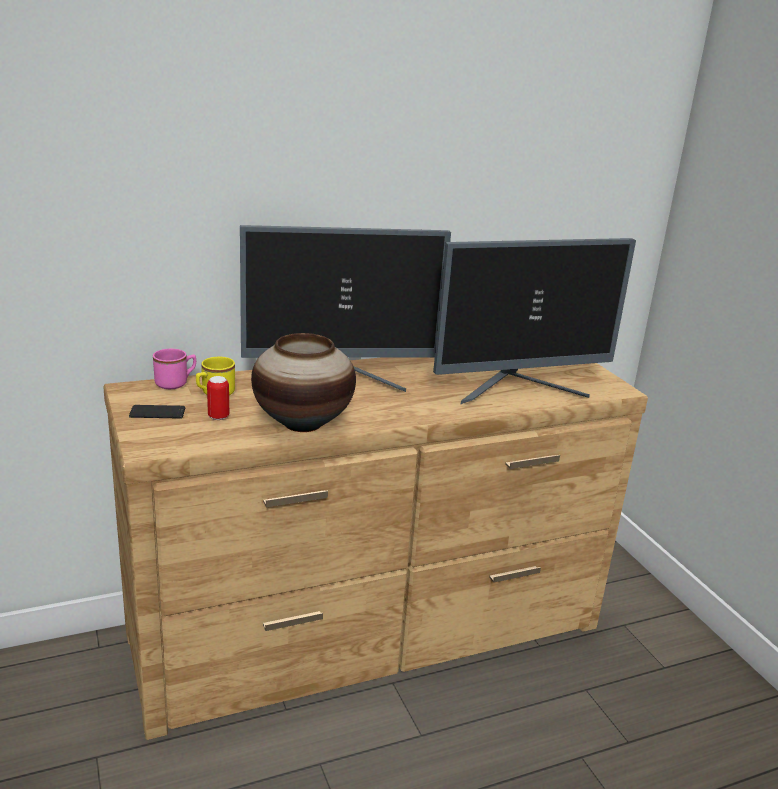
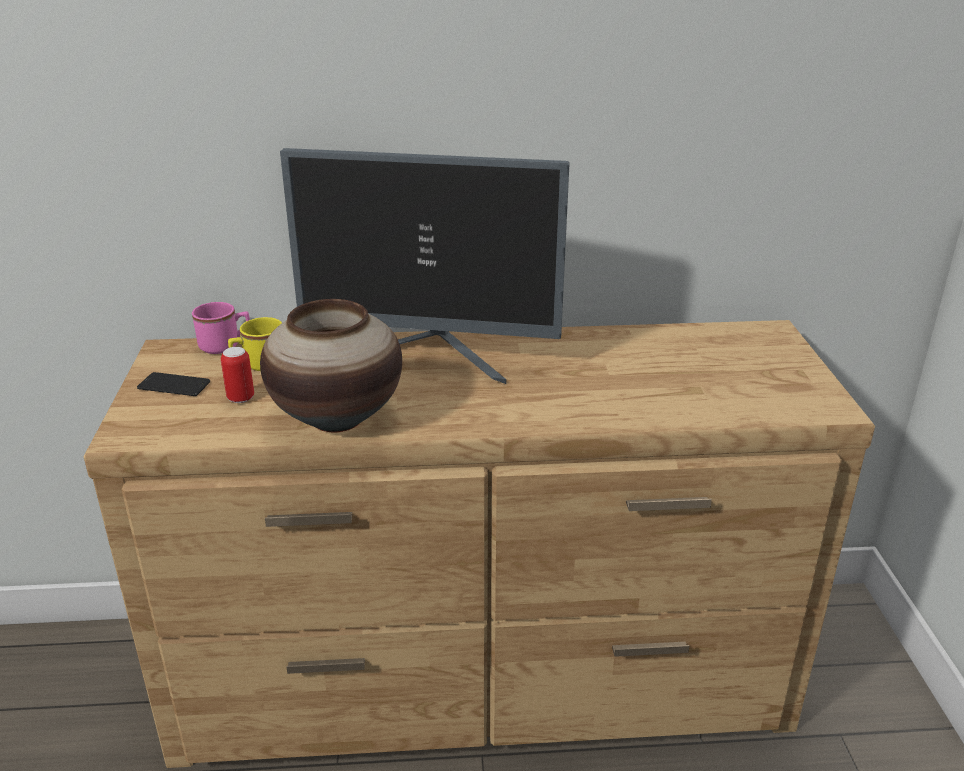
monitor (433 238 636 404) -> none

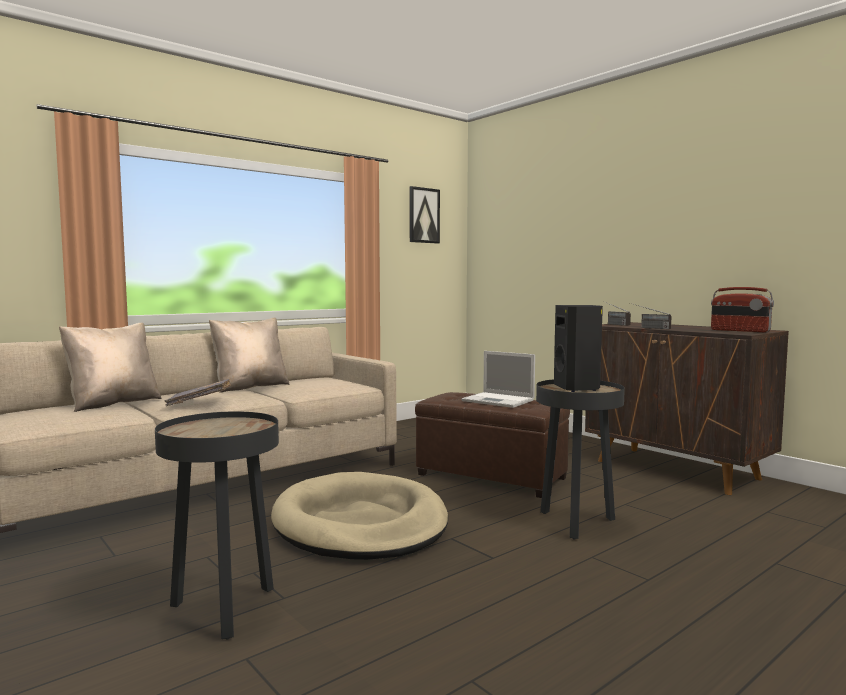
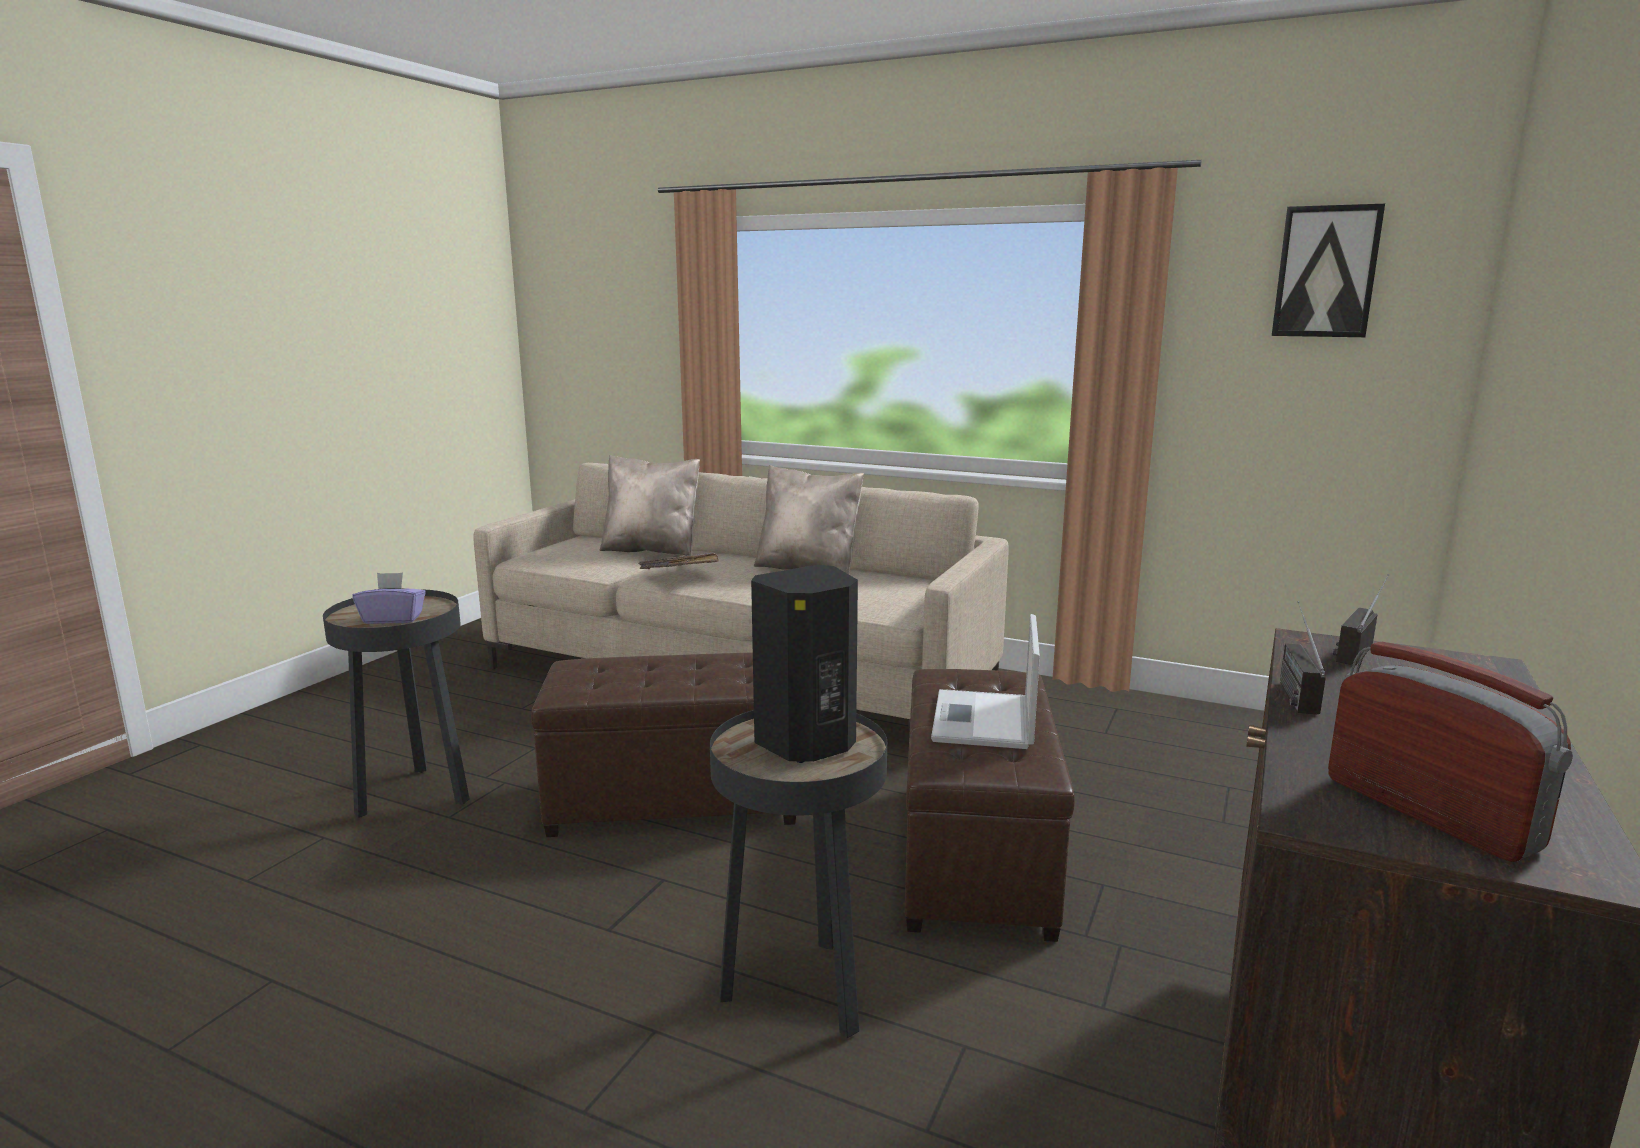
none -> purple_tissue_box (352 572 426 624)
beige_dog_bed (271 472 448 560) -> brown_ottoman (531 653 796 837)
radio (711 287 774 332) -> radio (1328 642 1573 862), 135 degrees clockwise

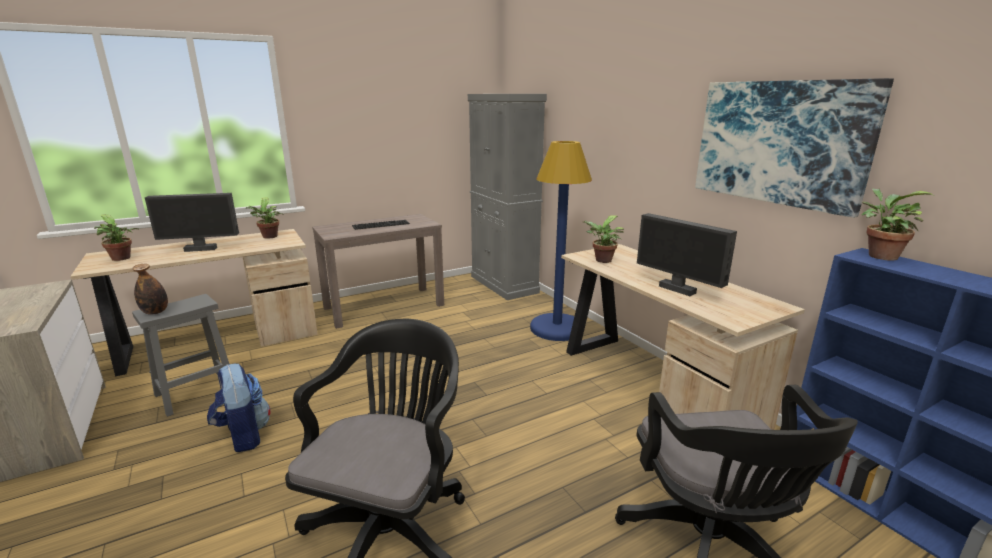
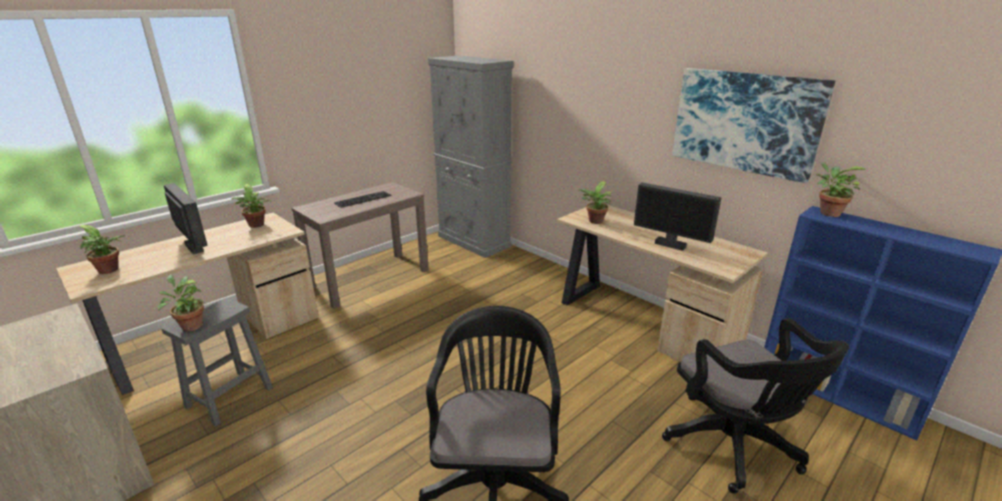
backpack (207 364 271 452) -> none
blue_floor_lamp (530 141 592 341) -> none
bottle (132 264 168 315) -> potted_plant (157 275 205 331)
monitor (145 193 239 252) -> monitor (164 183 208 254), 105 degrees counterclockwise

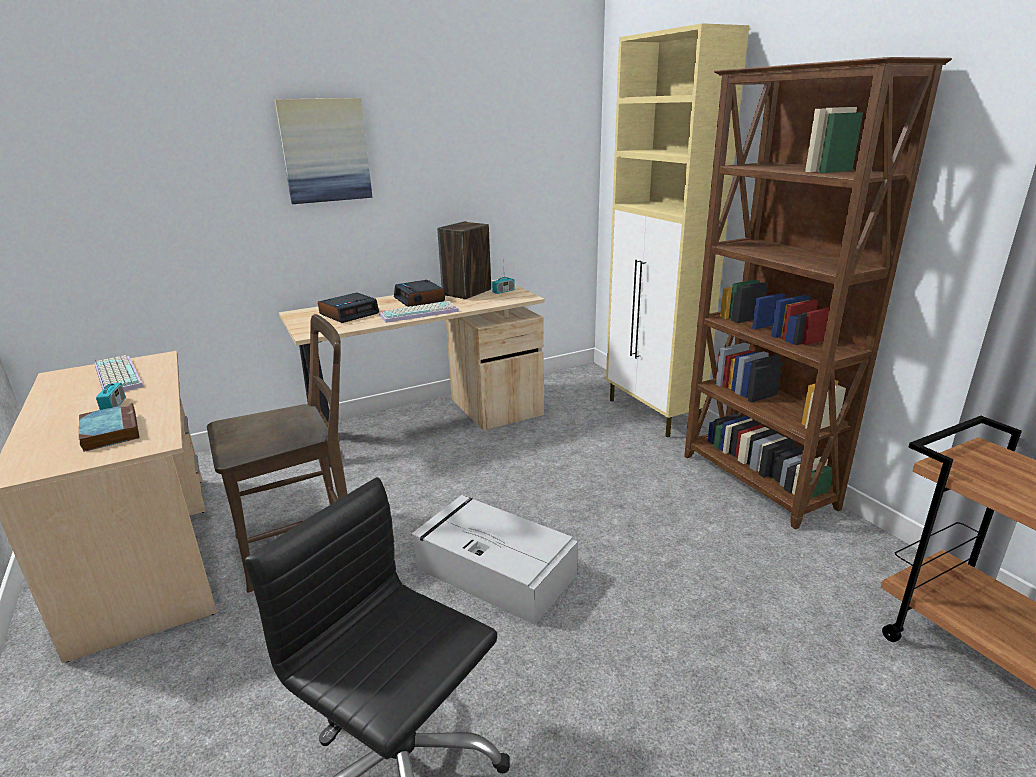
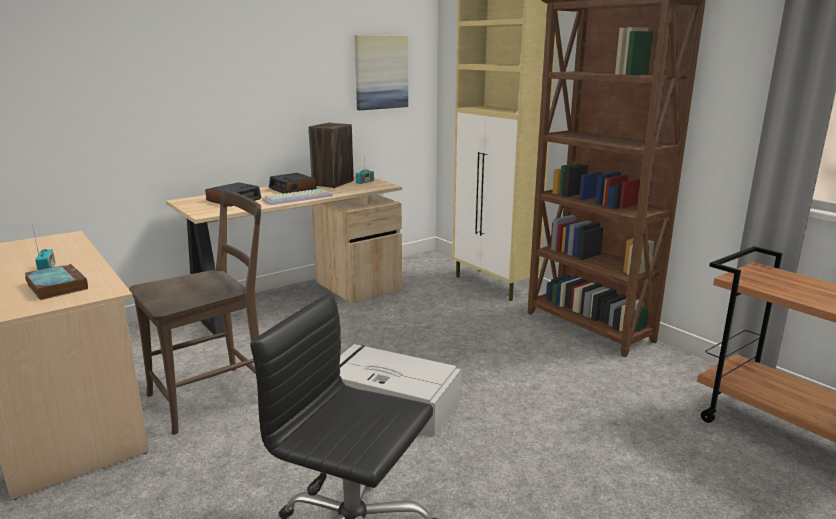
keyboard (95 355 144 391) -> none
picture (274 98 372 204) -> picture (355 35 408 110), relocated

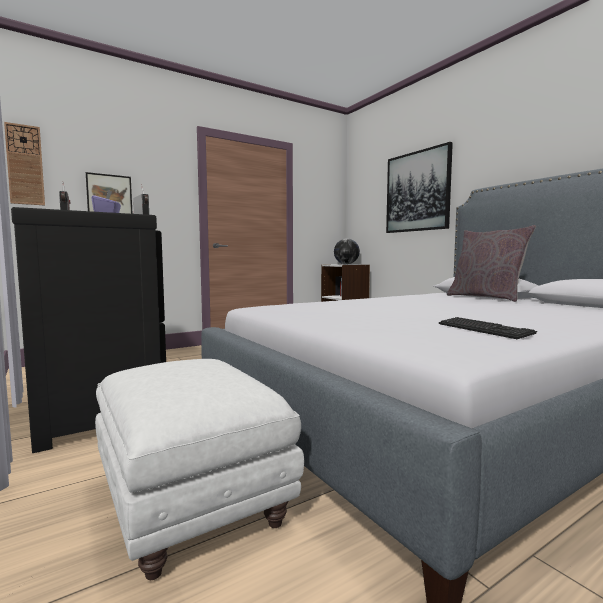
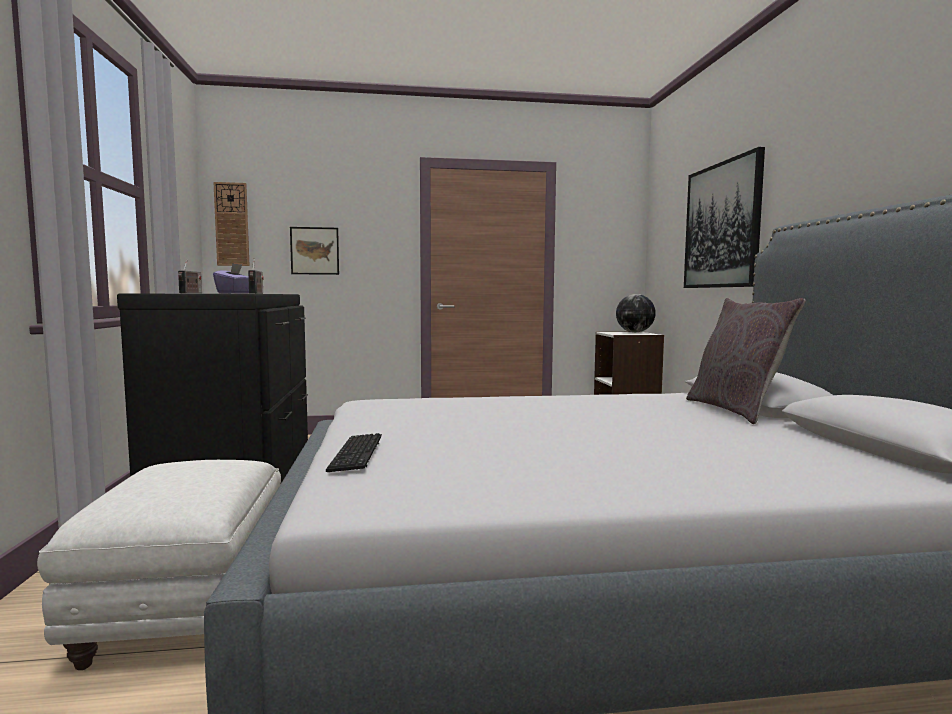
keyboard (439 317 537 339) -> keyboard (326 433 382 472), relocated

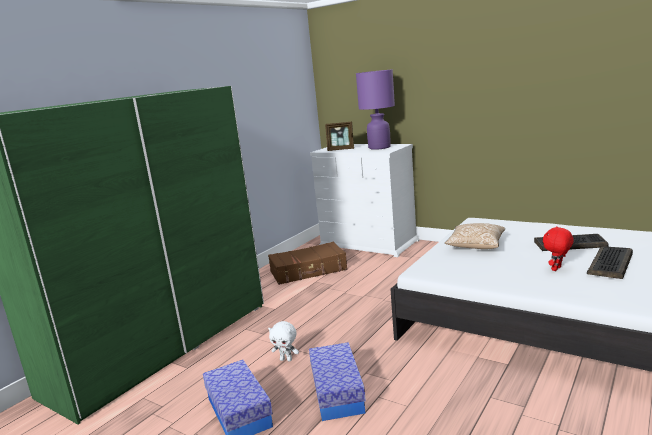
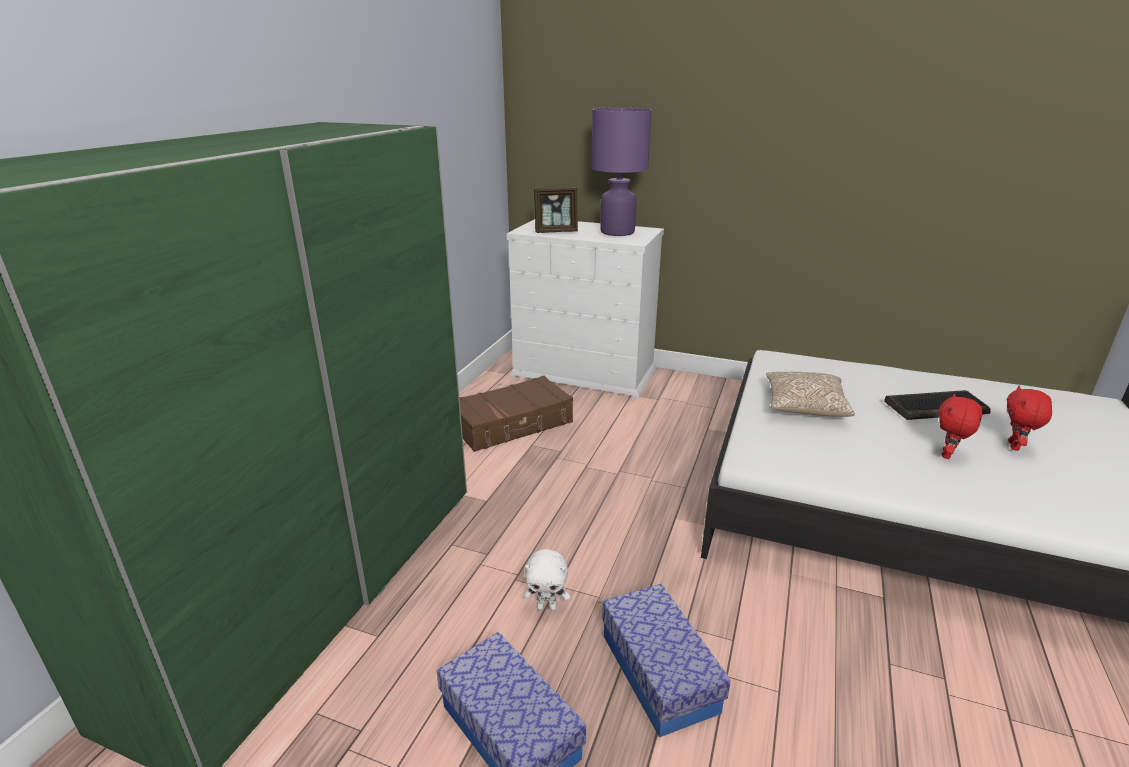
keyboard (587 246 633 279) -> red_plush_toy (1007 386 1052 451)

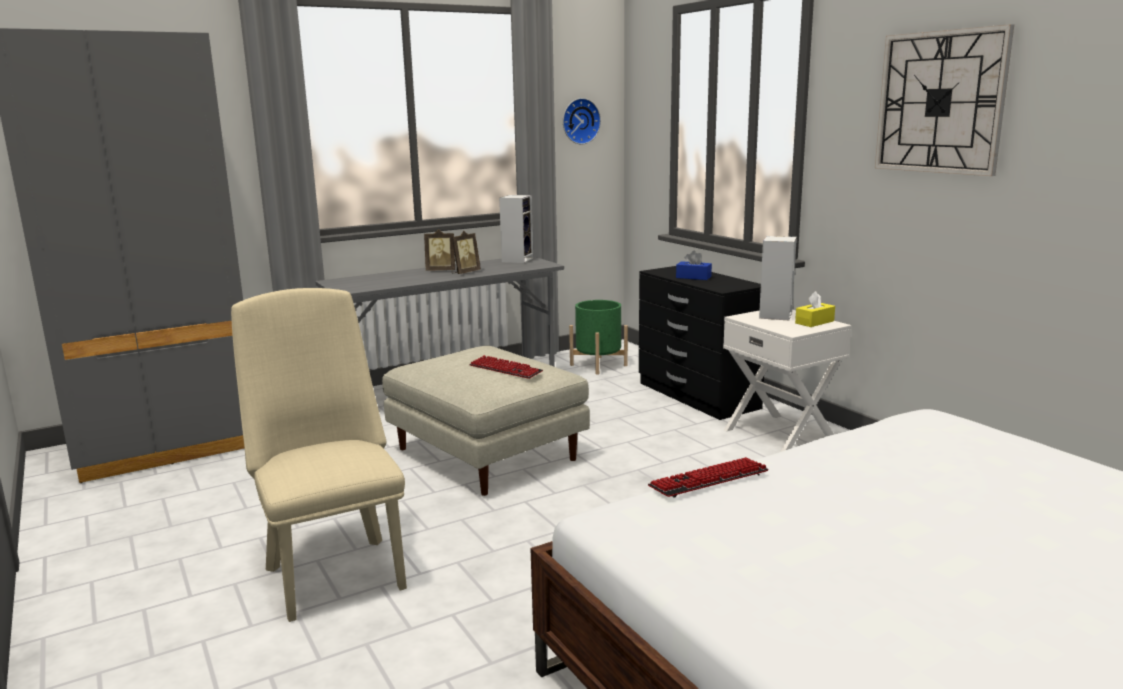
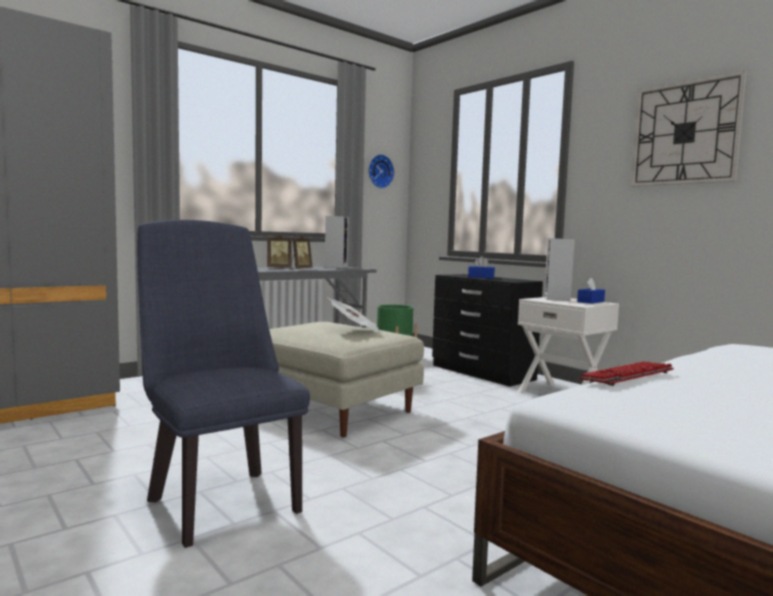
keyboard (469 355 543 379) -> newspaper (327 297 382 333)
beige_chair (231 288 407 622) -> blue_chair (137 220 310 548)
yellow_tissue_box (795 291 835 327) -> blue_tissue_box (577 277 605 304)

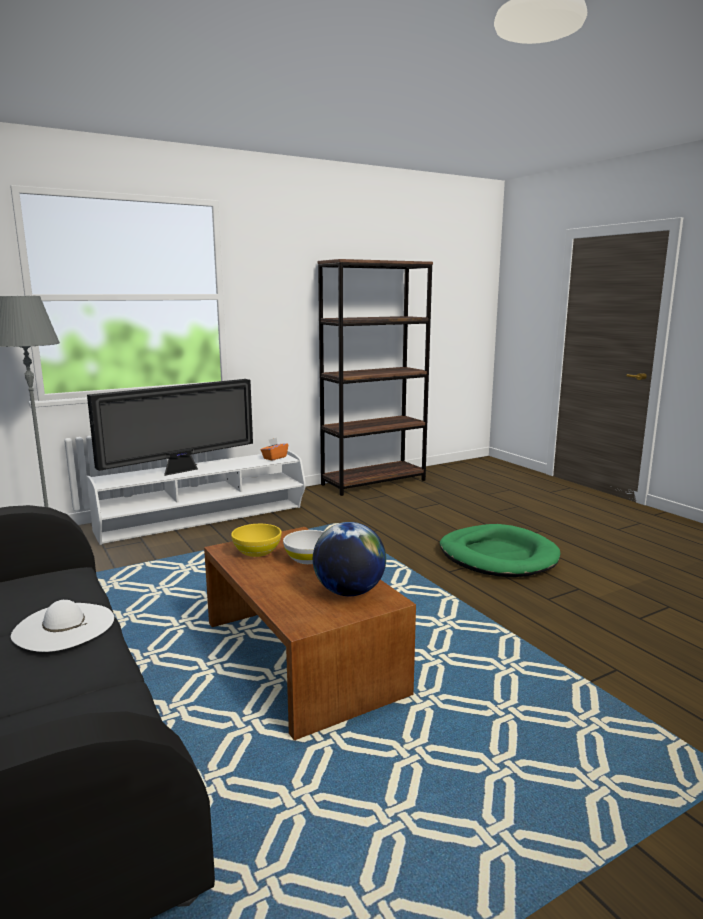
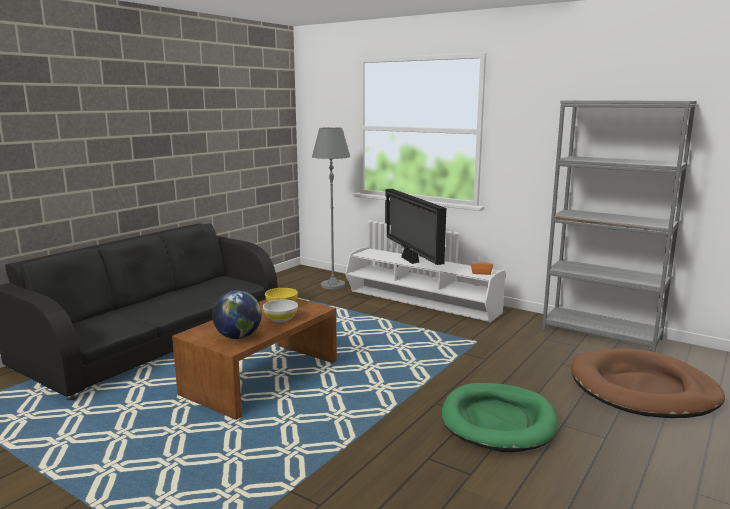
white_hat (11 600 114 652) -> none
none -> brown_dog_bed (571 349 725 418)
brown_bookcase (317 259 433 496) -> grey_bookcase (542 100 697 352)
television (87 379 253 476) -> television (385 189 446 265), 45 degrees clockwise

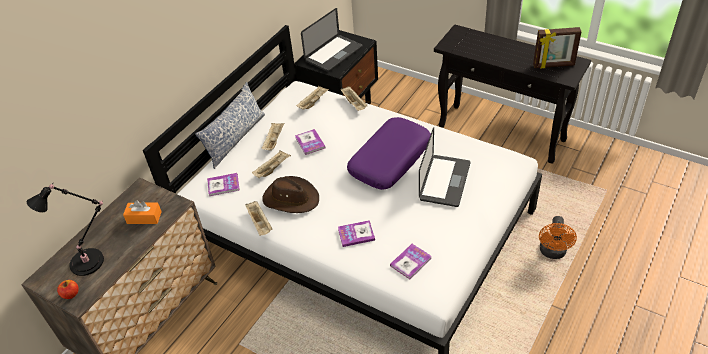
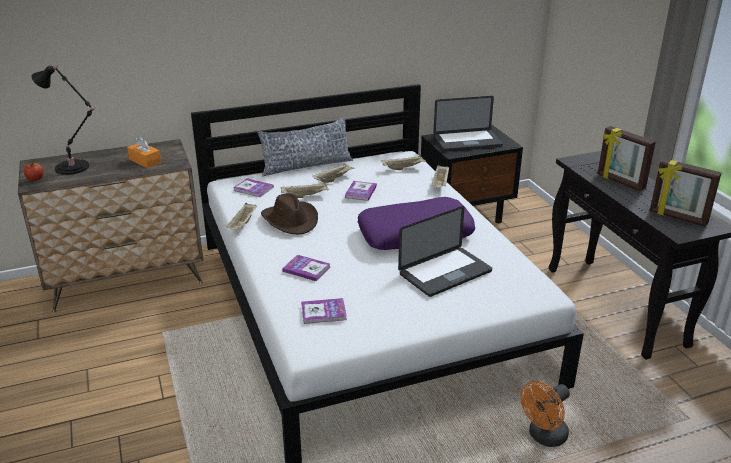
none -> picture_frame (597 126 656 191)

